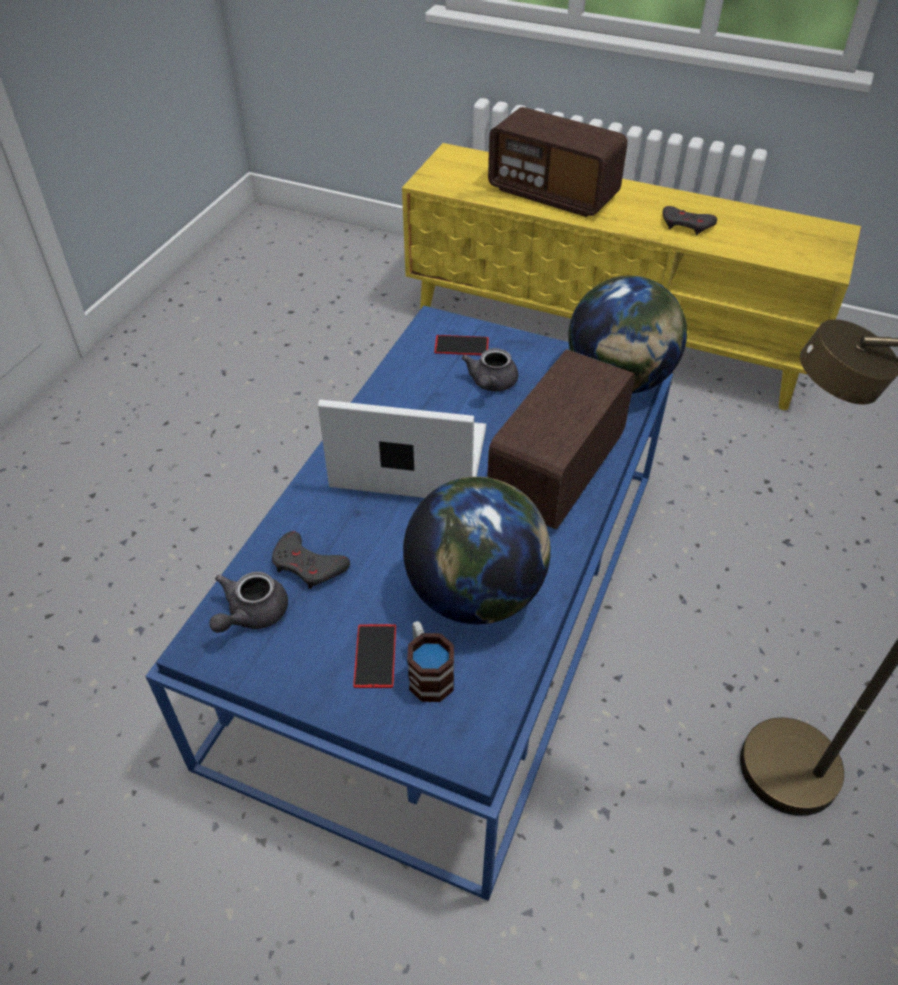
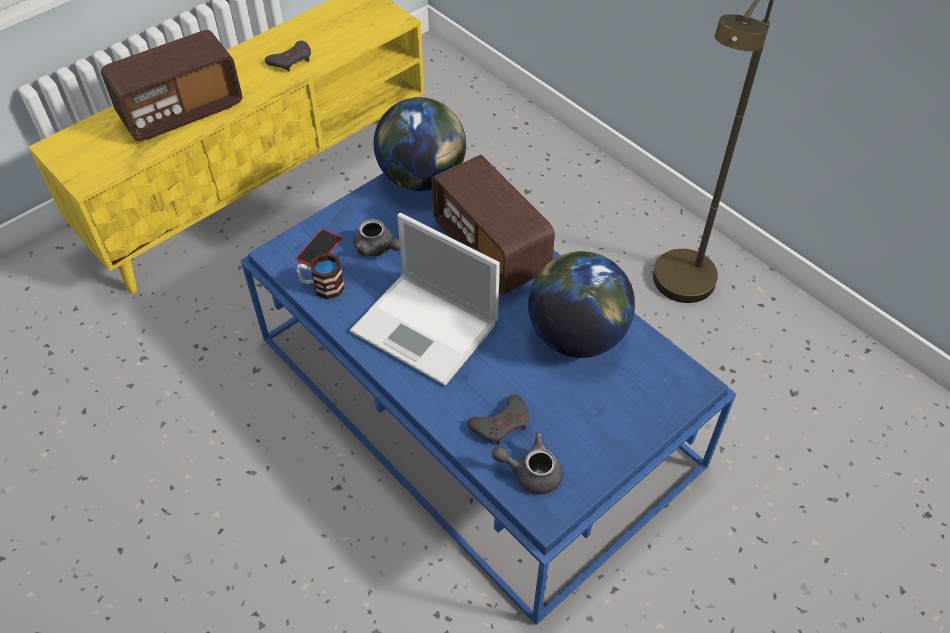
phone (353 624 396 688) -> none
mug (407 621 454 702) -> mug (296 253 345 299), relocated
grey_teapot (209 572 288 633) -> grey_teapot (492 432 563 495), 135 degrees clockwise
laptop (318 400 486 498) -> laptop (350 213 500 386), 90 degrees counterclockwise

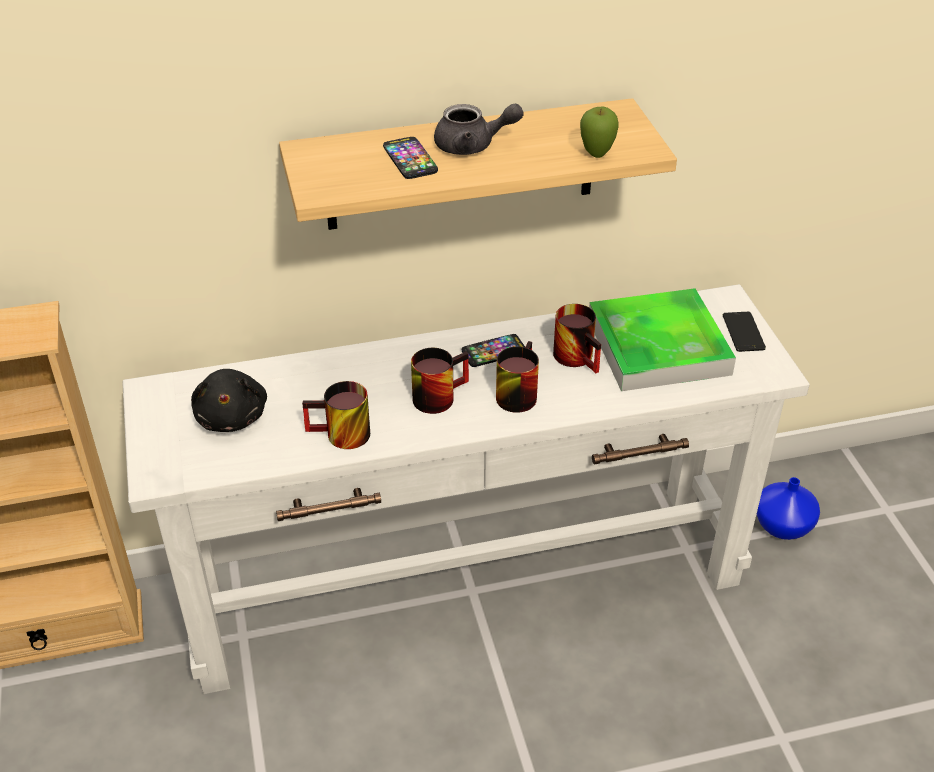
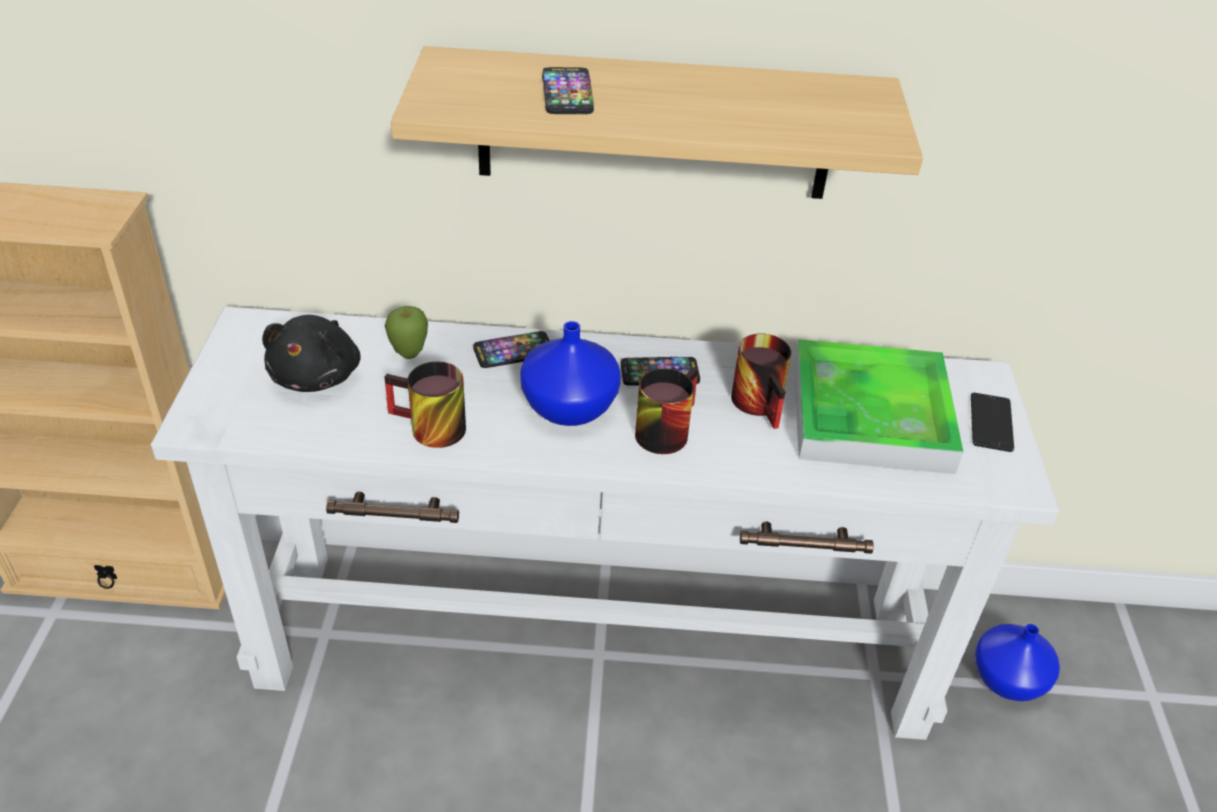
grey_teapot (434 103 524 155) -> none
none -> phone (473 331 550 368)
apple (580 107 619 158) -> apple (385 306 428 359), relocated
mug (411 348 469 414) -> blue_vase (520 321 621 426)

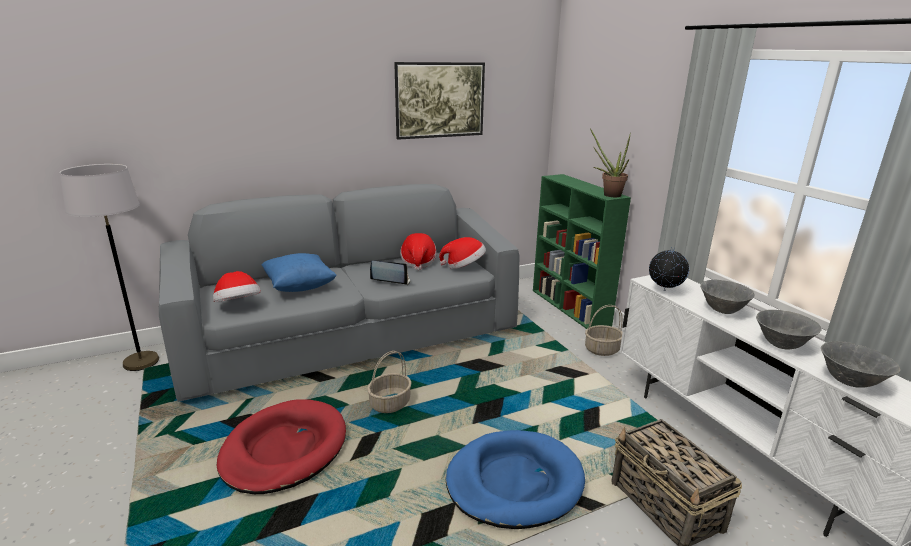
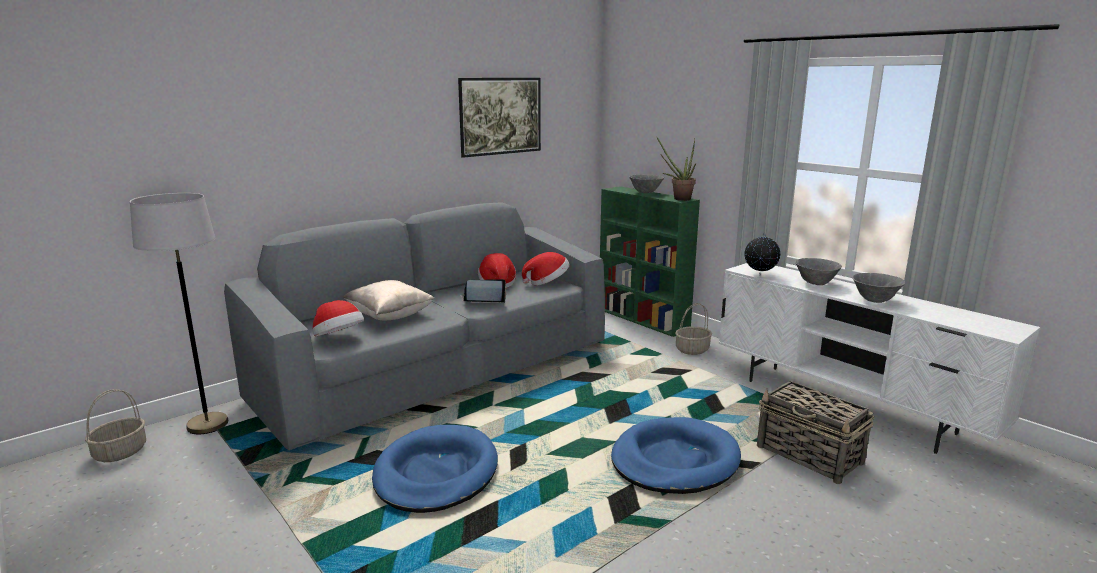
basket (367 351 412 413) -> basket (85 389 146 462), relocated
grey_bowl (821 341 900 388) -> grey_bowl (629 175 664 193), relocated
red_dog_bed (217 399 346 494) -> blue_dog_bed (372 425 498 513)
blue_pillow (261 253 337 292) -> beige_pillow (343 280 435 320)

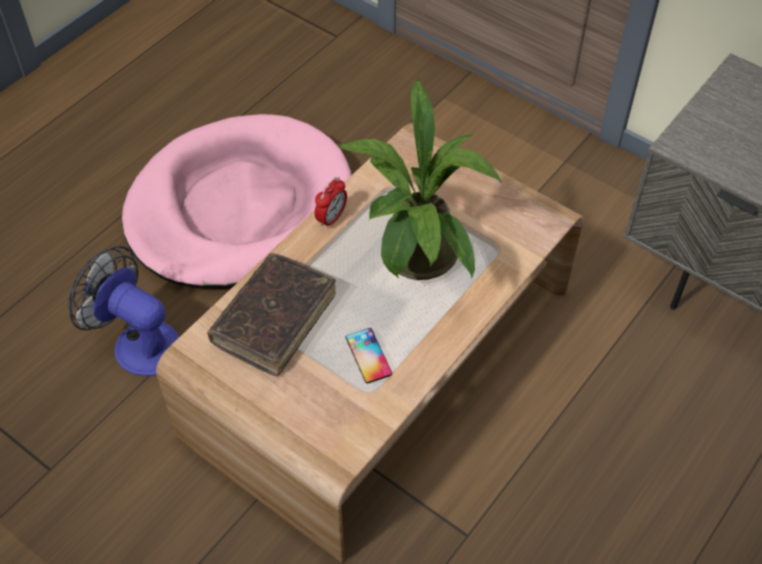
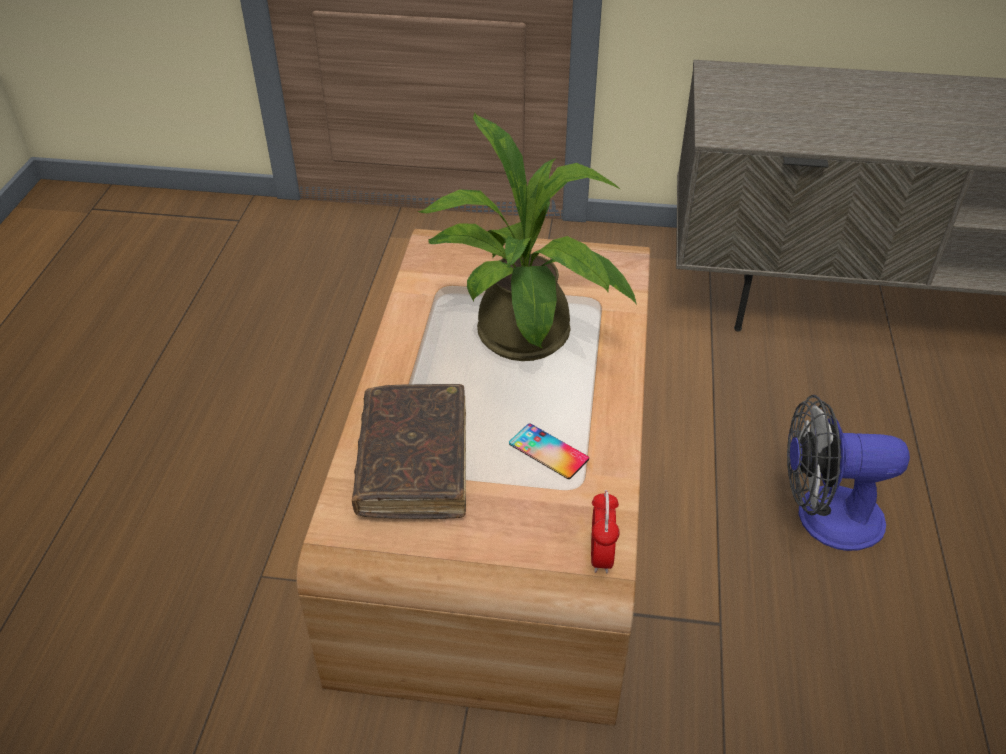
pink_dog_bed (122 114 351 289) -> none
fan (68 246 179 376) -> fan (787 395 910 551), relocated
alarm_clock (315 177 347 229) -> alarm_clock (591 490 619 574), relocated

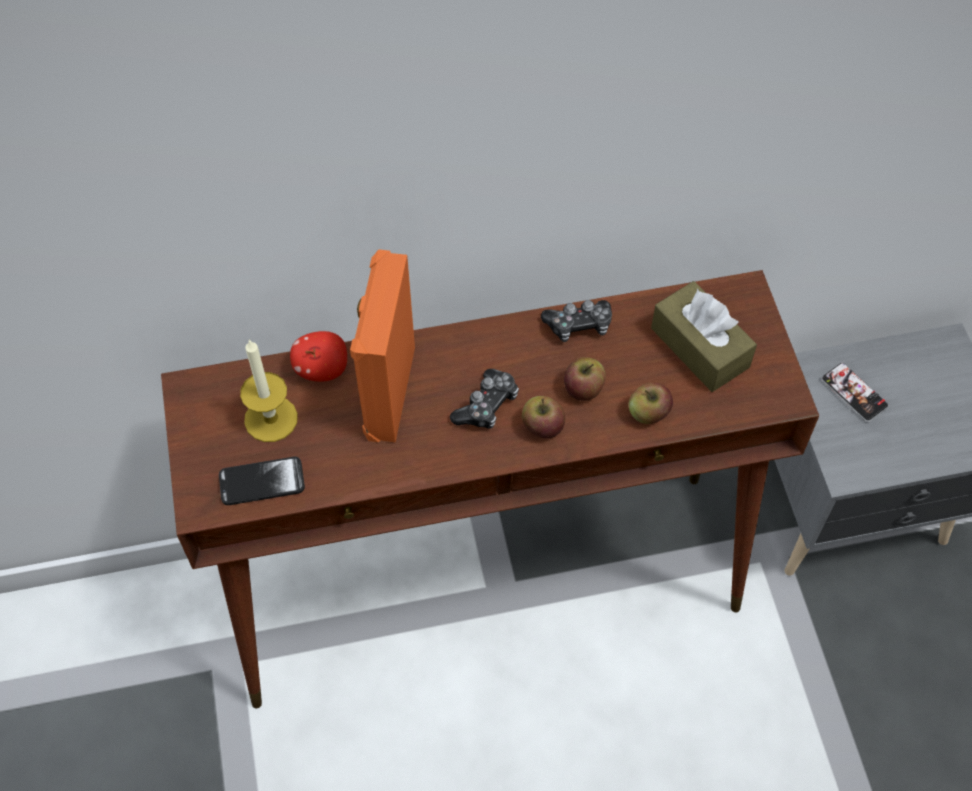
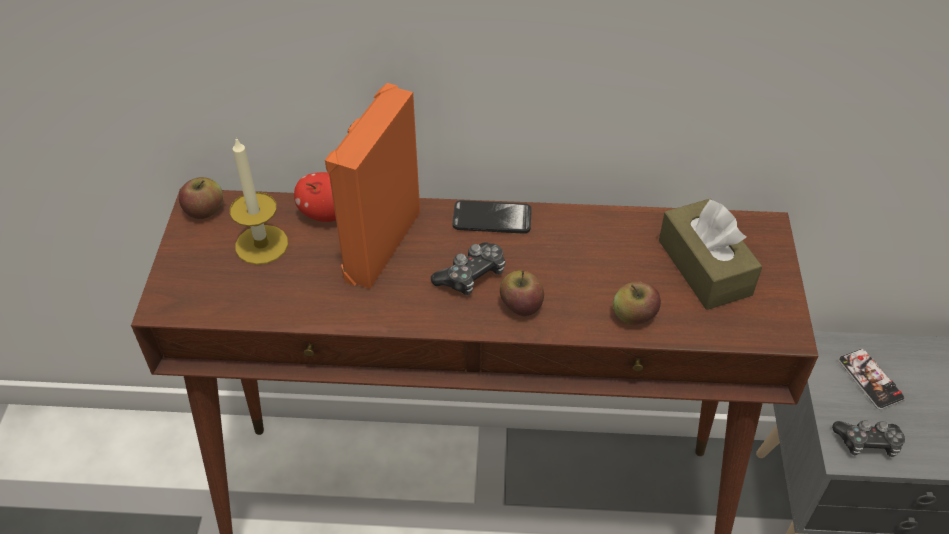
phone (219 457 305 505) -> phone (452 200 532 234), relocated
game_controller (541 300 612 342) -> game_controller (832 420 905 457), relocated
apple (564 357 606 401) -> apple (179 177 223 219), relocated

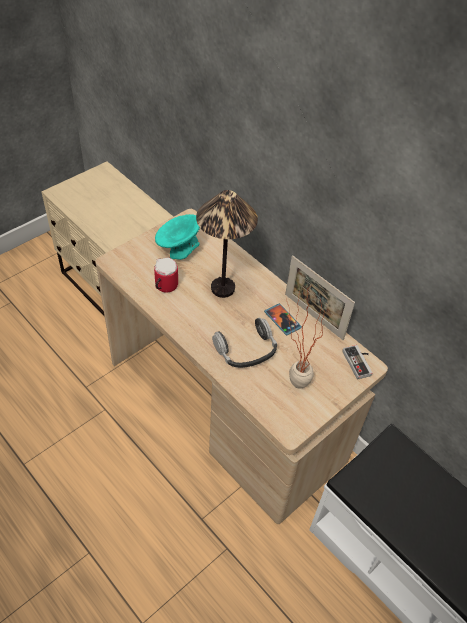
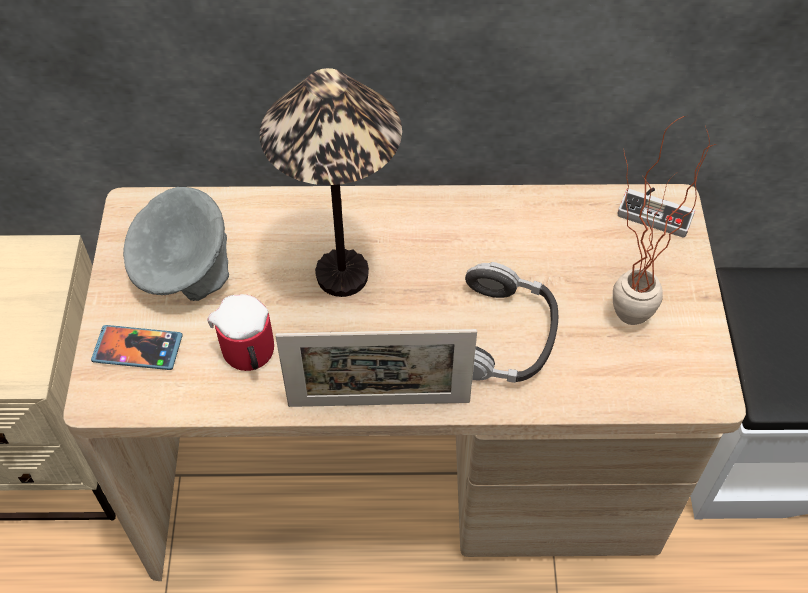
phone (264 303 302 335) -> phone (91 325 183 370), relocated
picture_frame (285 255 355 340) -> picture_frame (275 329 477 407), relocated
turquoise_bowl (155 214 200 260) -> grey_bowl (123 187 229 301)

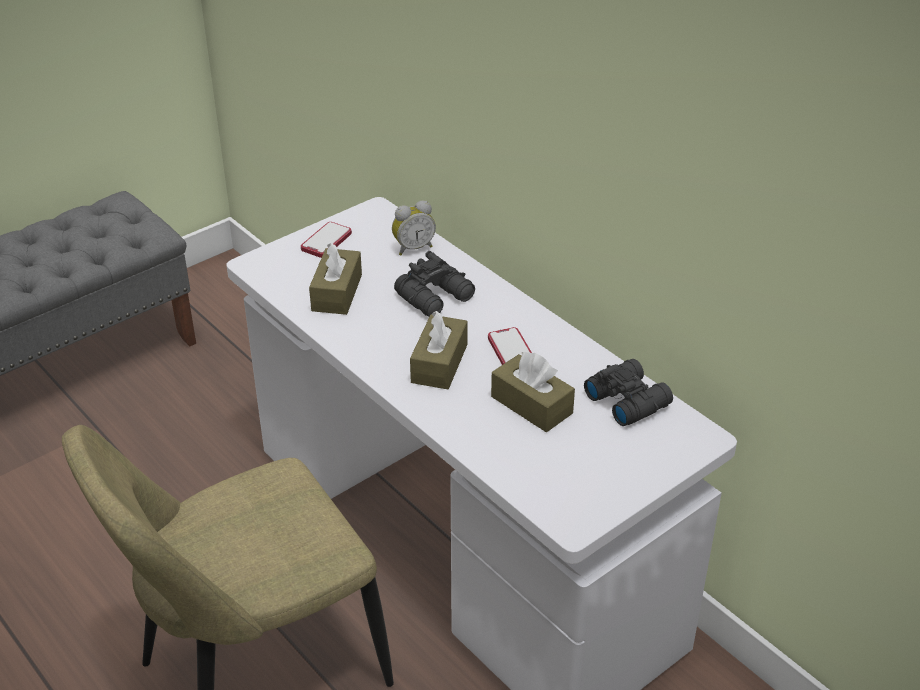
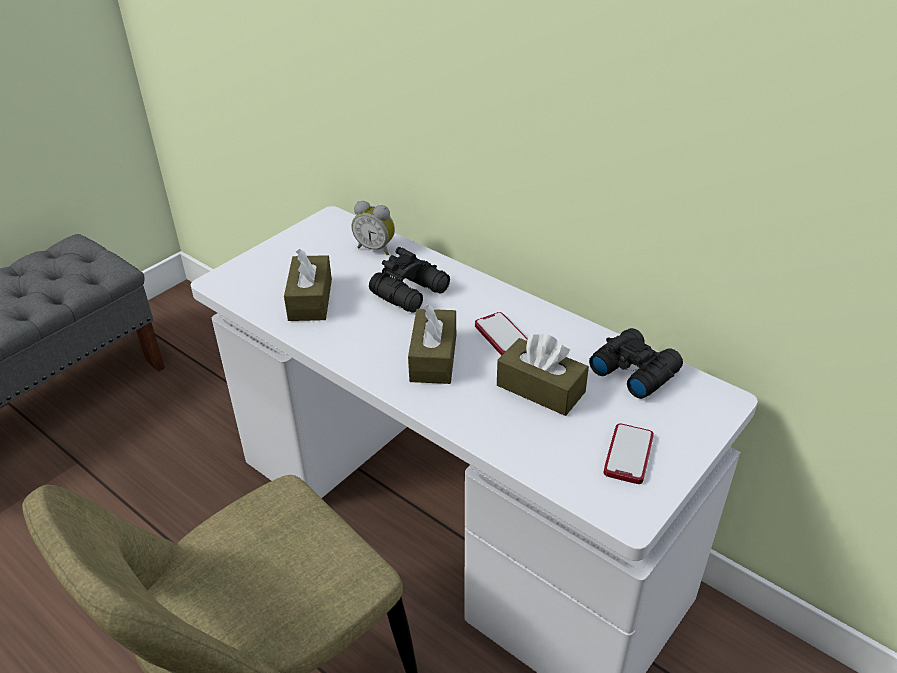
phone (301 222 352 258) -> phone (604 423 654 484), relocated
alarm_clock (392 201 436 255) -> alarm_clock (352 201 395 255), 60 degrees clockwise

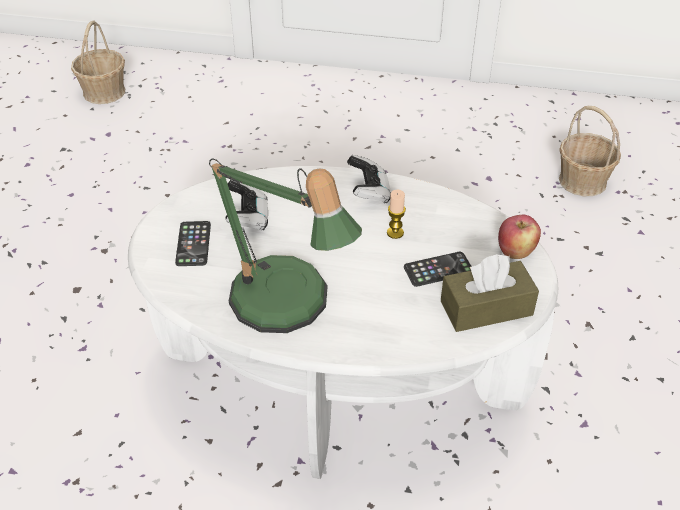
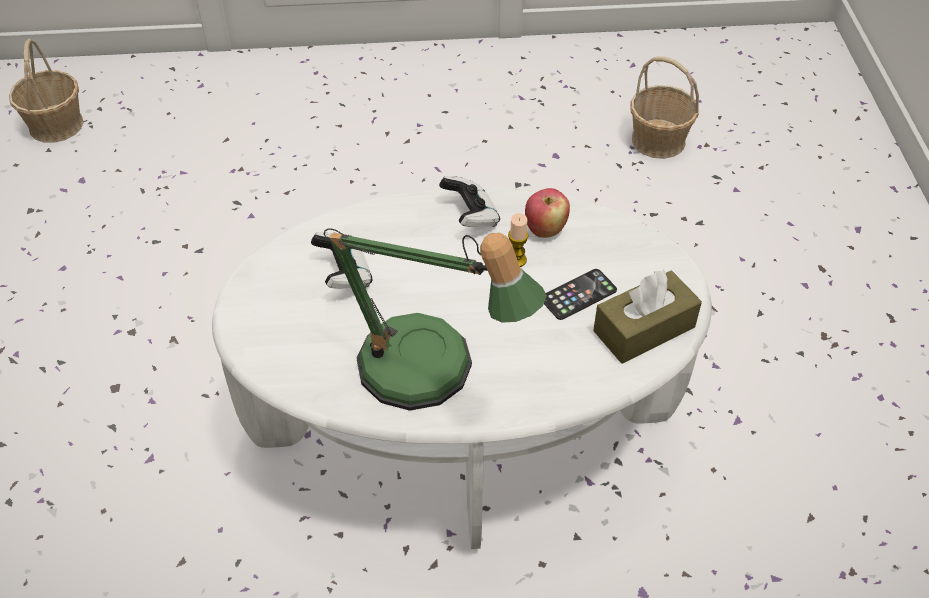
phone (175 221 211 266) -> none
apple (498 215 541 259) -> apple (525 188 570 238), relocated

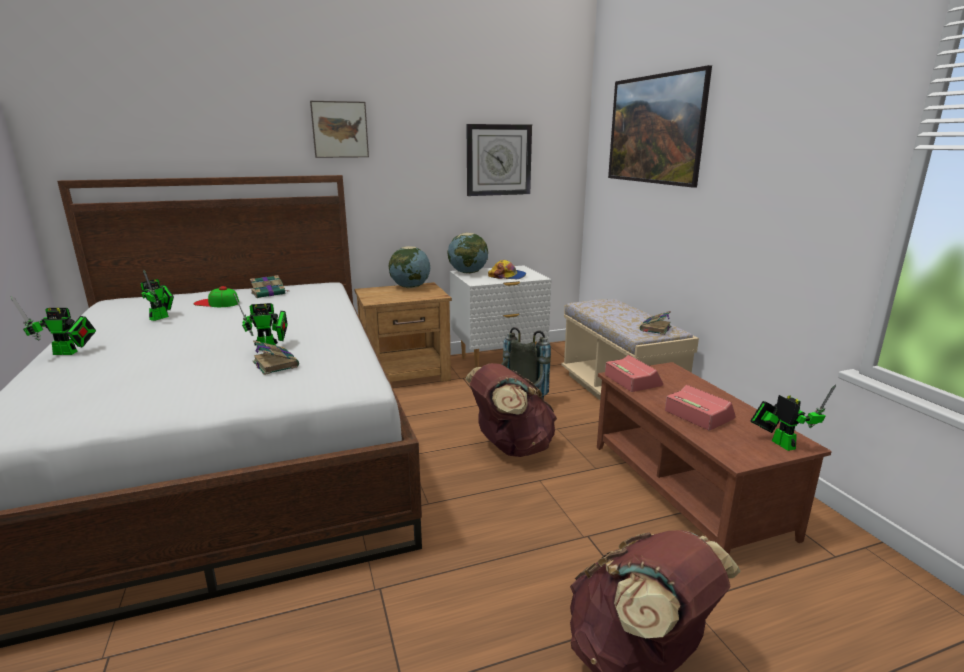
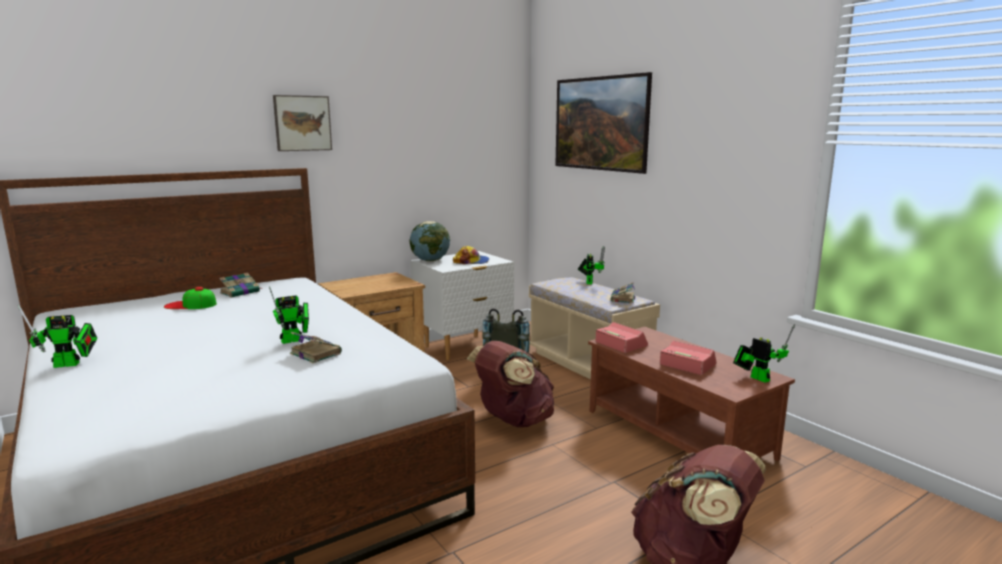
globe (389 246 430 288) -> none
wall_clock (466 124 532 196) -> none
toy_robot (141 270 174 321) -> toy_robot (578 246 605 284), relocated

